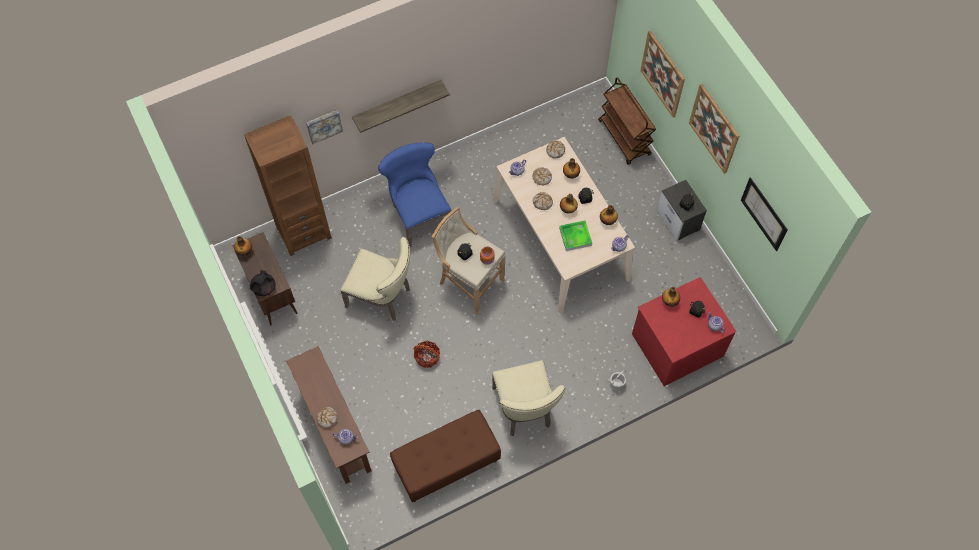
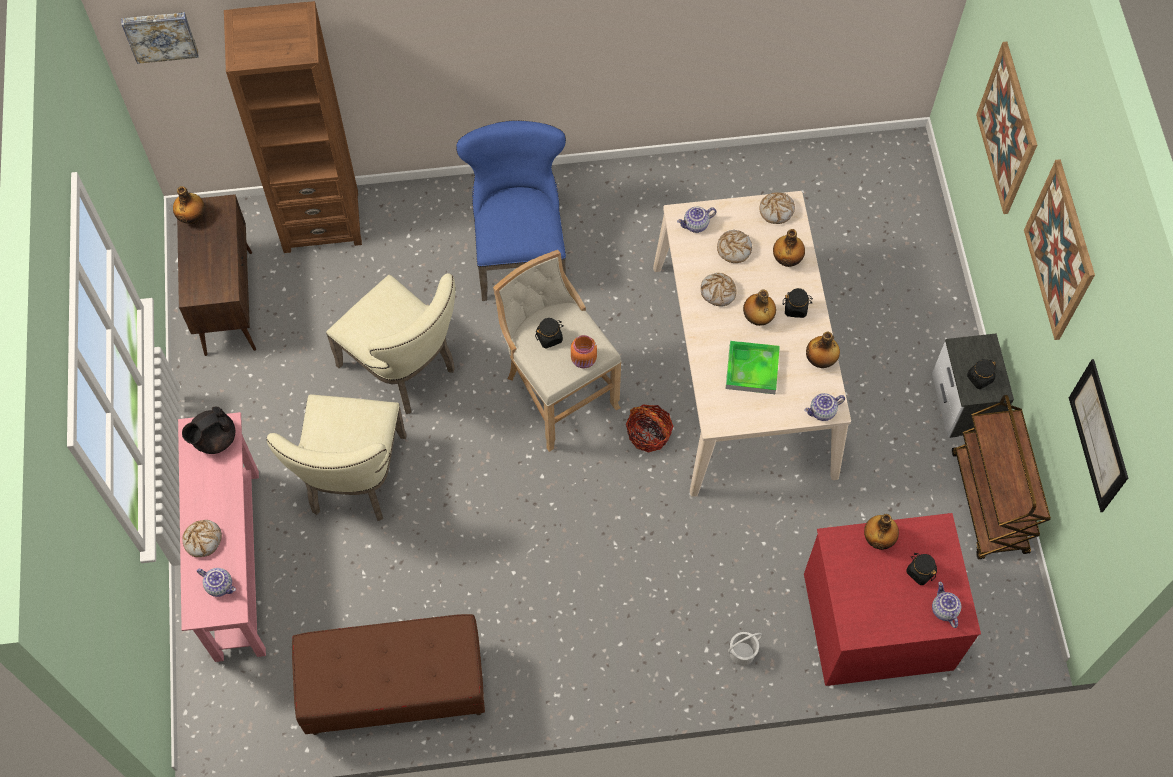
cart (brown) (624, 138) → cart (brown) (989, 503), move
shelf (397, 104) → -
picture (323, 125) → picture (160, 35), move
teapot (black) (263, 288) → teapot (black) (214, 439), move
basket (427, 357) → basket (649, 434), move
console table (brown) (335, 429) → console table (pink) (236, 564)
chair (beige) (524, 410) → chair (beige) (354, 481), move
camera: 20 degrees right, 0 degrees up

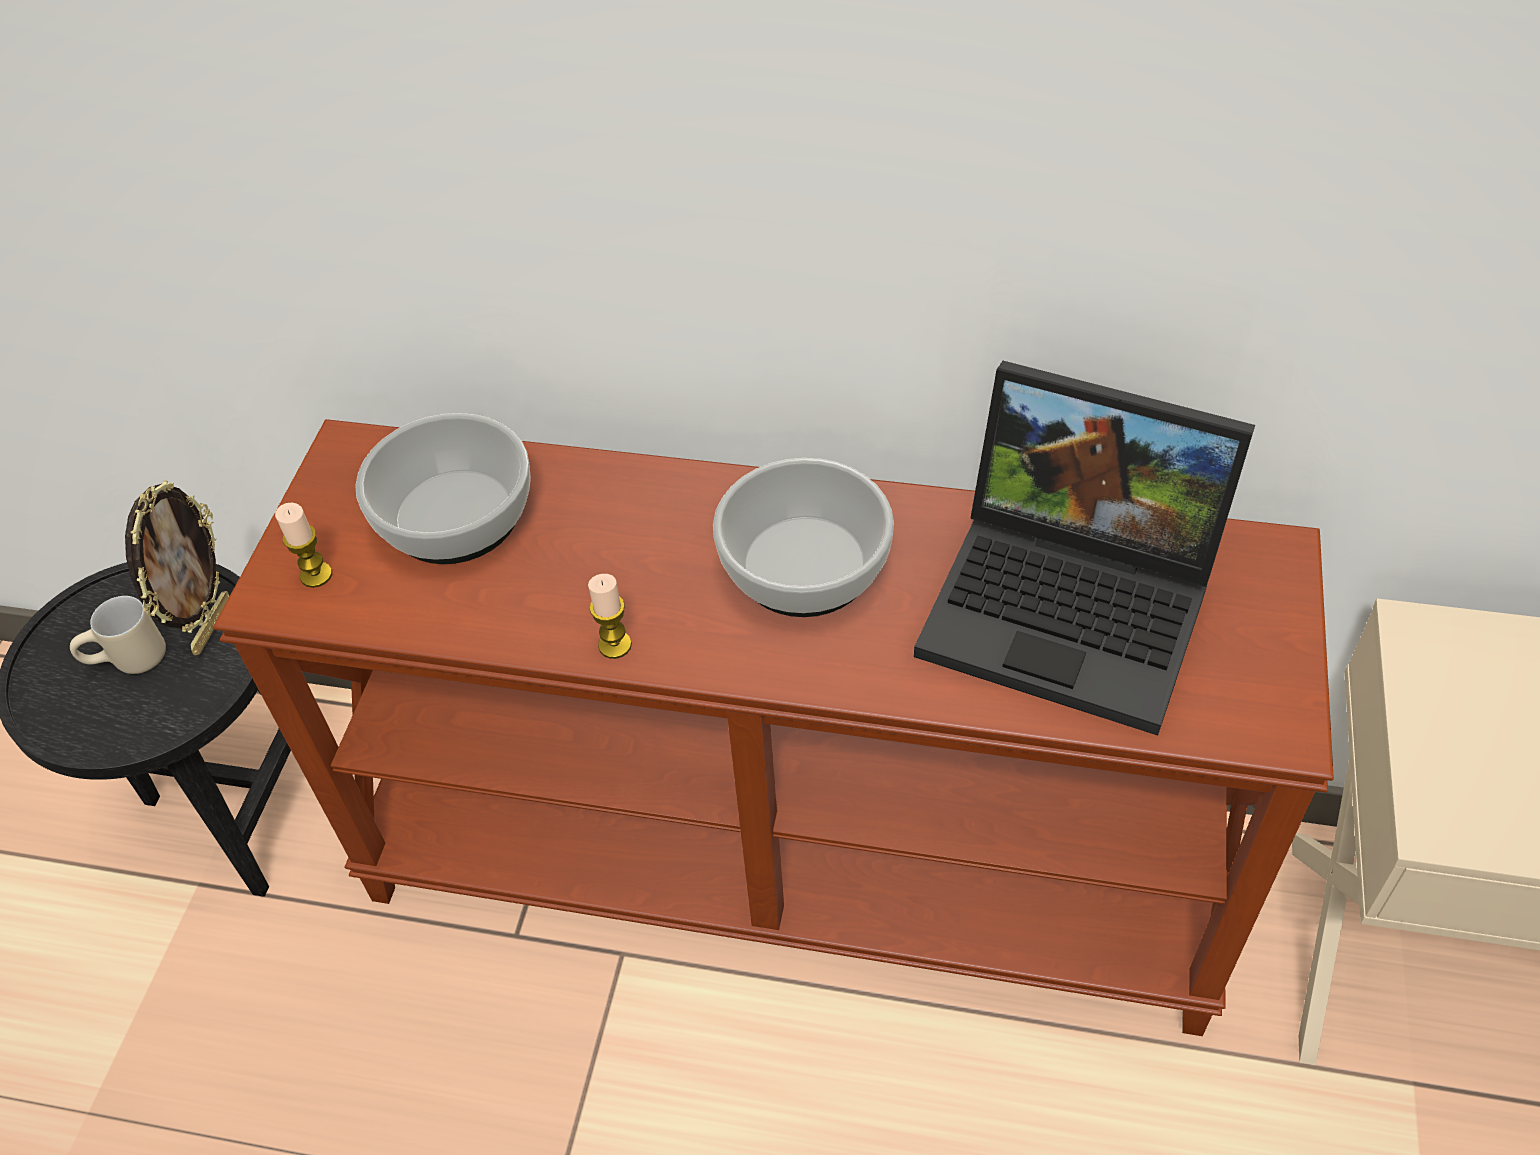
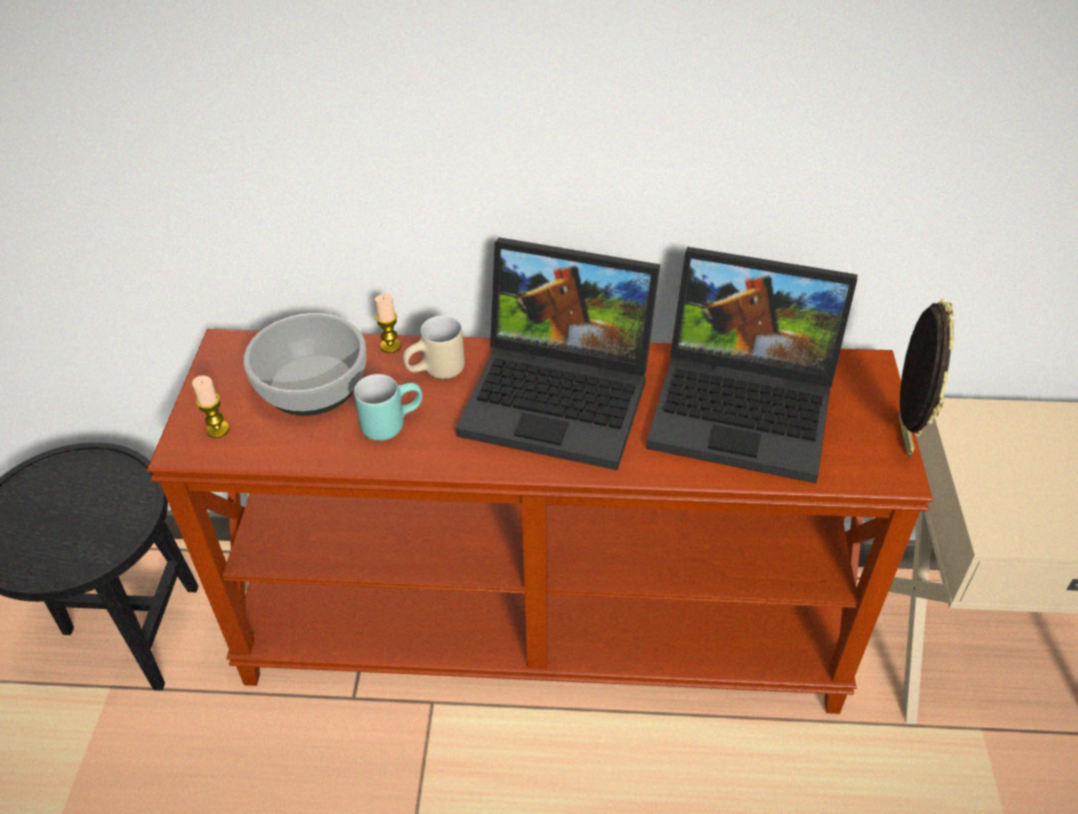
bowl (807, 565) → laptop (563, 397)
picture frame (210, 626) → picture frame (902, 434), move
candle (615, 645) → candle (390, 346), move
mug (beige) (129, 663) → mug (beige) (437, 373), move
- → mug (turquoise) (391, 422)
camera: 10 degrees left, 5 degrees down

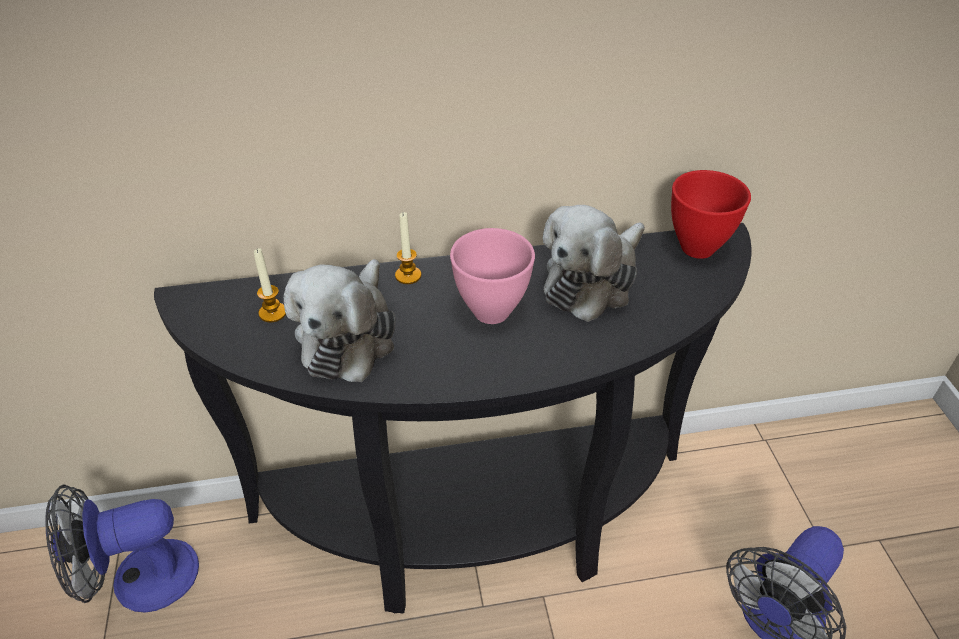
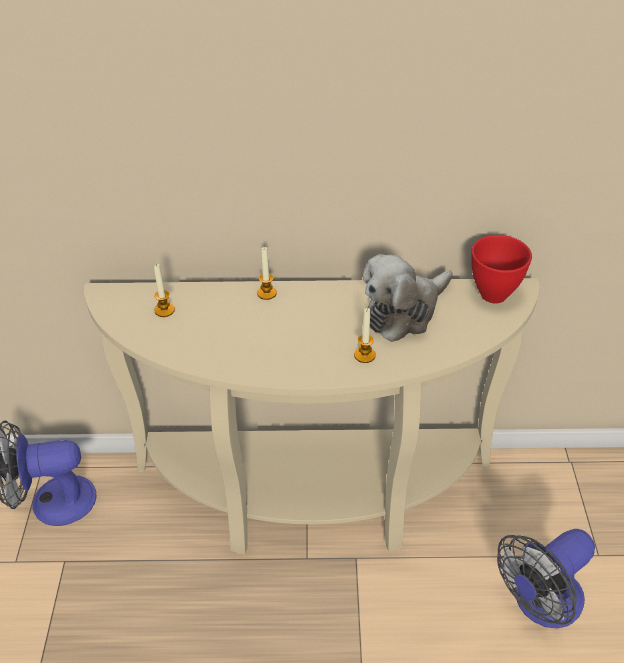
console table (black) (477, 529) → console table (beige) (313, 500)
bowl (pink) (492, 313) → -
plush toy (349, 336) → -
- → candle (364, 355)
camera: 10 degrees right, 0 degrees up

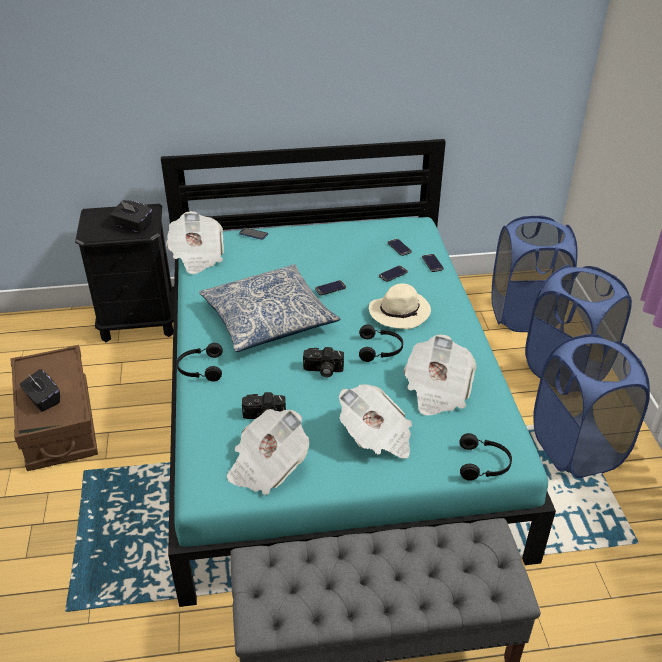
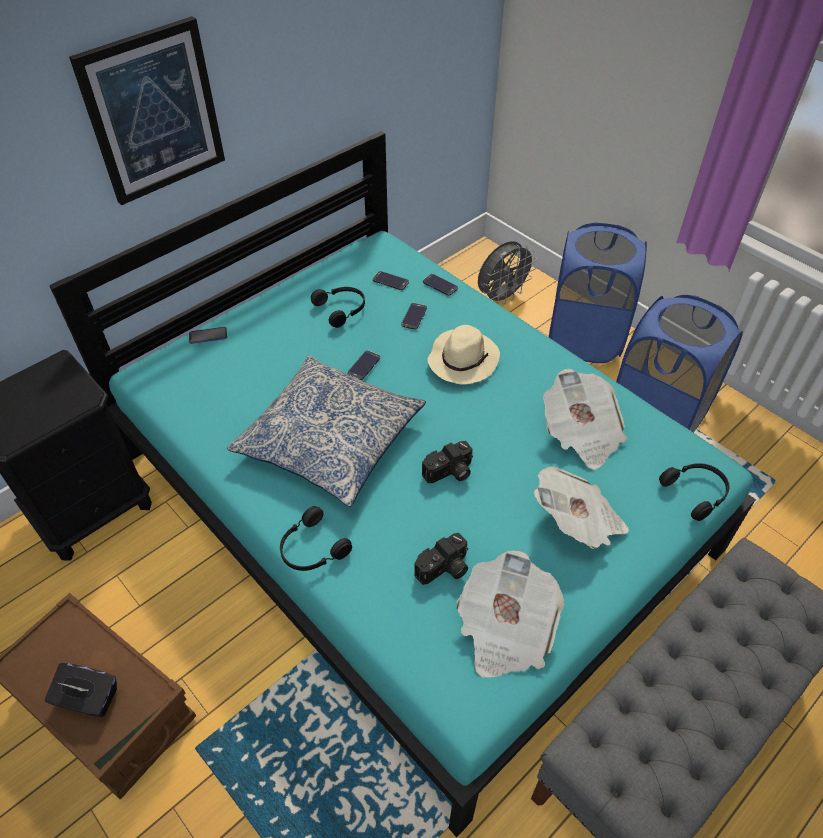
tissue box (black) (133, 226) → -
newspaper (197, 256) → -
laundry basket (blue) (524, 314) → fan (grey) (502, 297)
headphones (black) (380, 349) → headphones (black) (342, 309), move
- → picture (153, 112)
camera: 35 degrees left, 10 degrees up

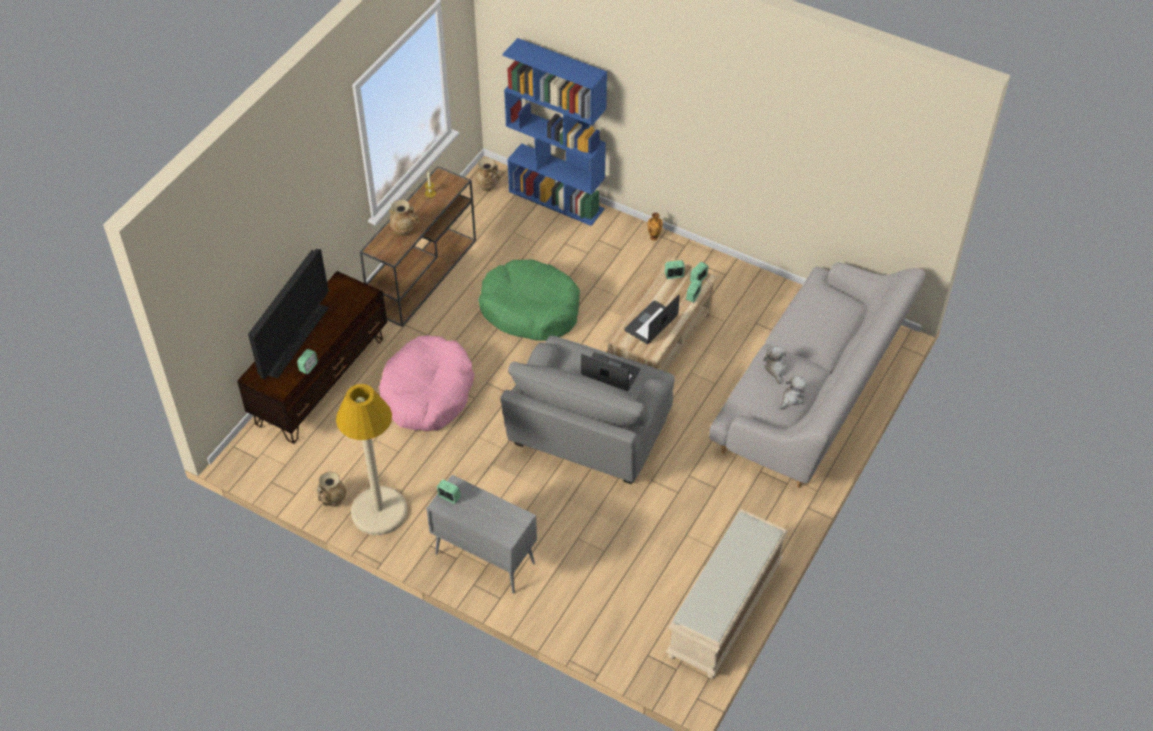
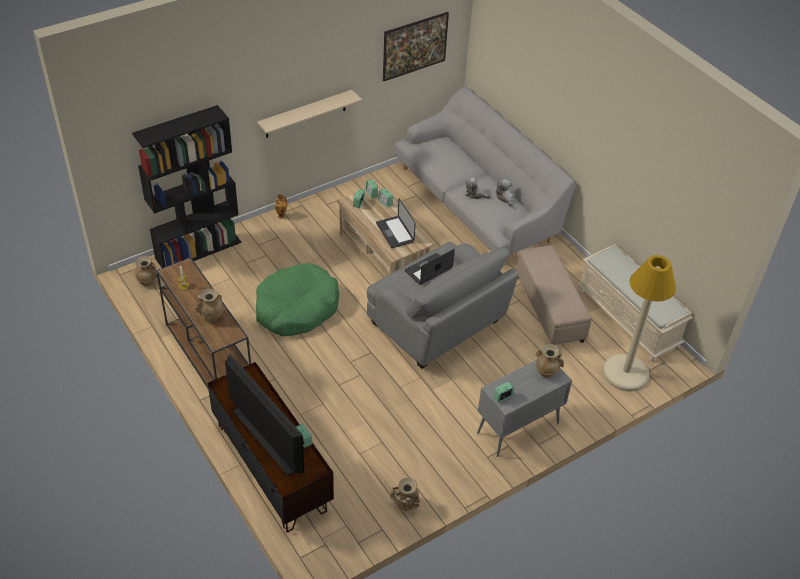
bookcase (blue) (557, 200) → bookcase (black) (198, 249)
dog bed (pink) (428, 393) → -
floor lamp (beige) (379, 511) → floor lamp (beige) (625, 373), move
- → picture (414, 58)
- → shelf (beige) (305, 114)
- → ottoman (beige) (550, 308)
- → vase (beige) (546, 372)
camera: 65 degrees left, 5 degrees down

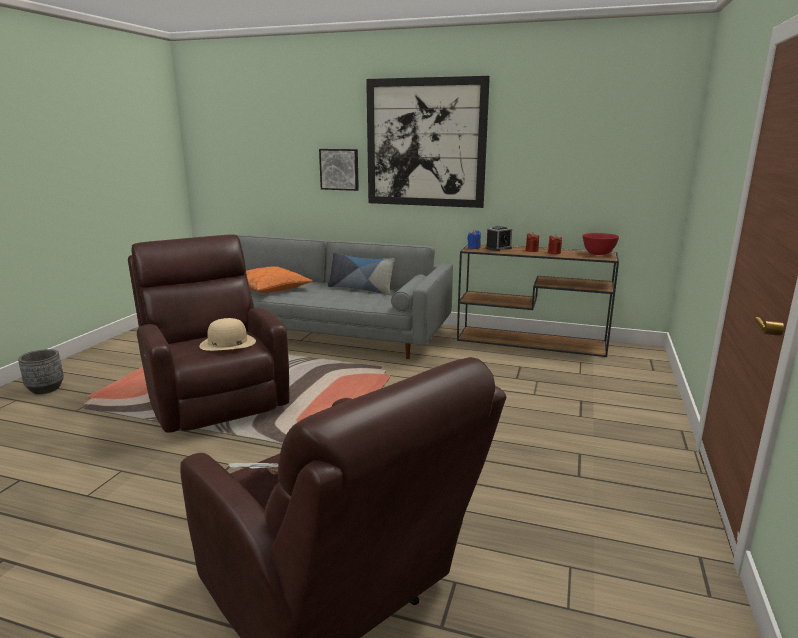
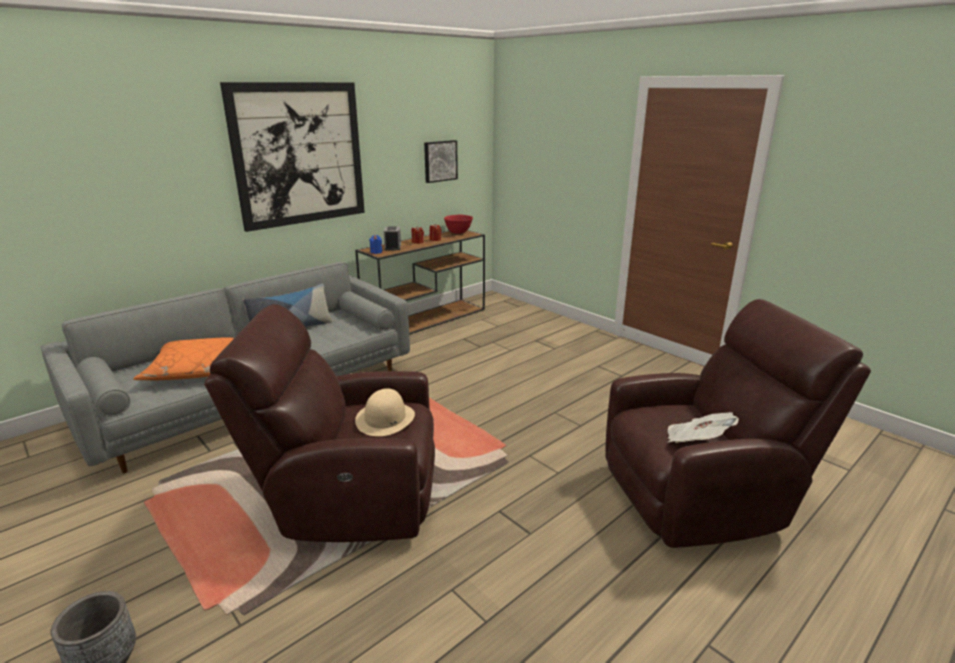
picture (339, 169) → picture (440, 161), move
camera: 60 degrees left, 5 degrees up

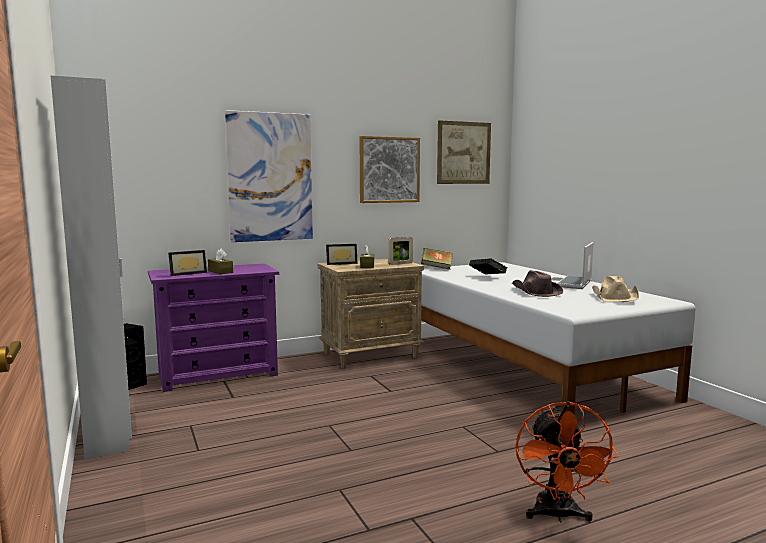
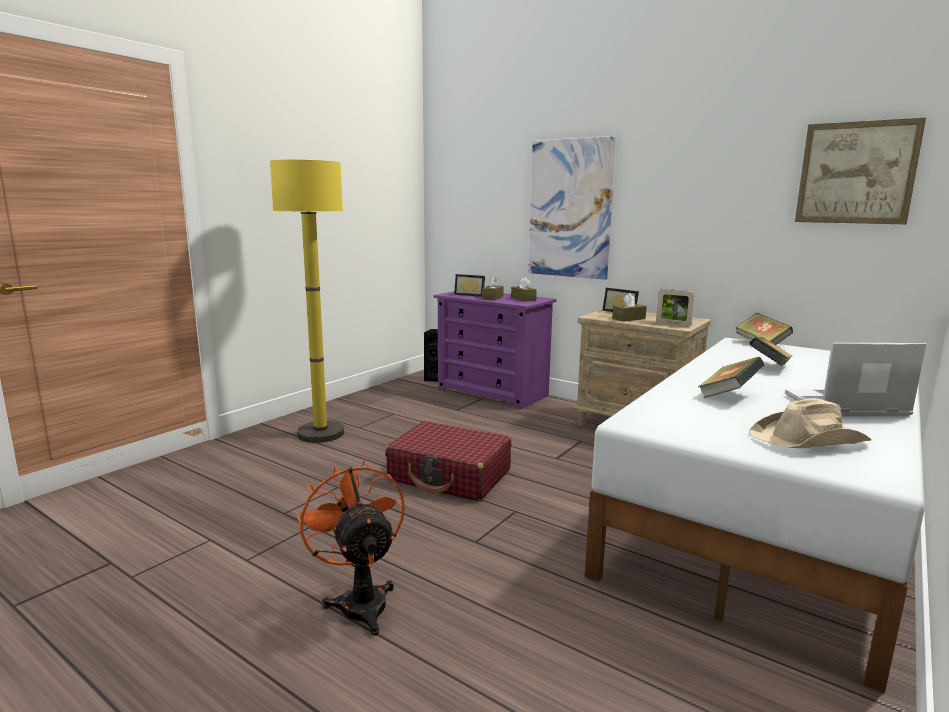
wardrobe (white) (109, 434) → -
picture (389, 170) → -
hat (brown) (536, 292) → book (728, 395)
fan (orange) (557, 515) → fan (orange) (360, 600), 90 degrees clockwise
- → floor lamp (yellow) (320, 434)
- → tissue box (brown) (523, 299)
- → suitcase (red) (450, 475)
camera: 60 degrees right, 5 degrees up

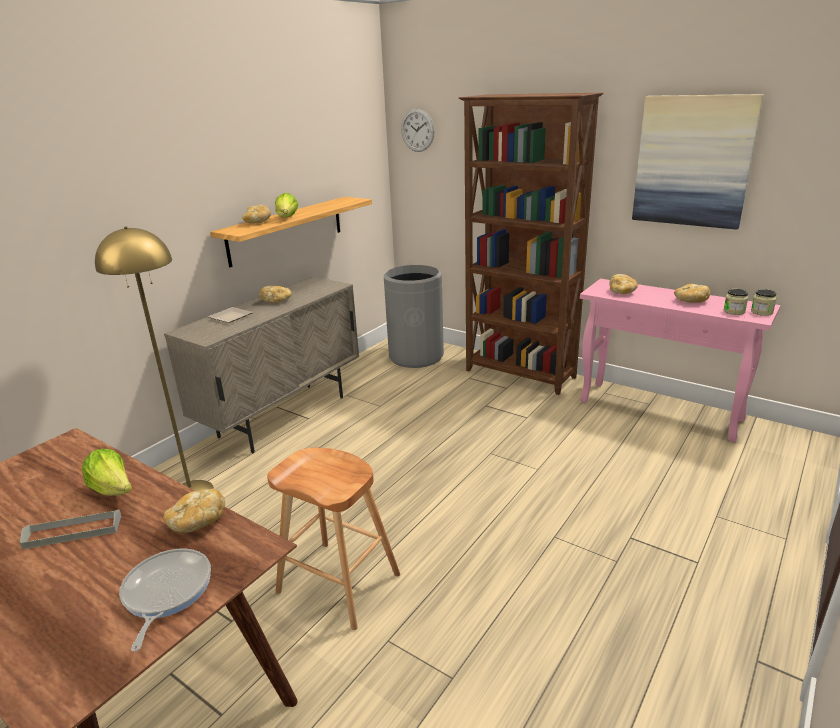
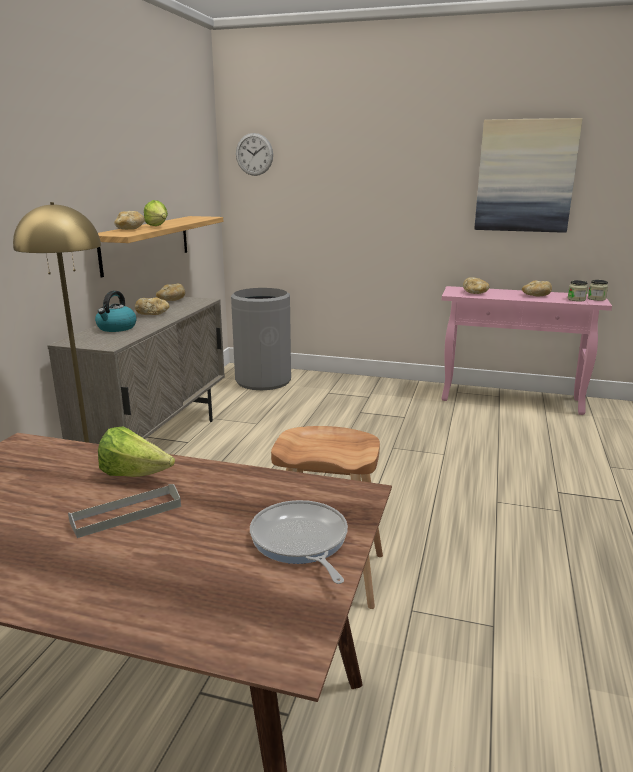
bookcase (brown) (520, 374) → -
plate (232, 317) → kettle (116, 328)
bread (197, 523) → bread (172, 300), move
camera: 20 degrees left, 5 degrees down

